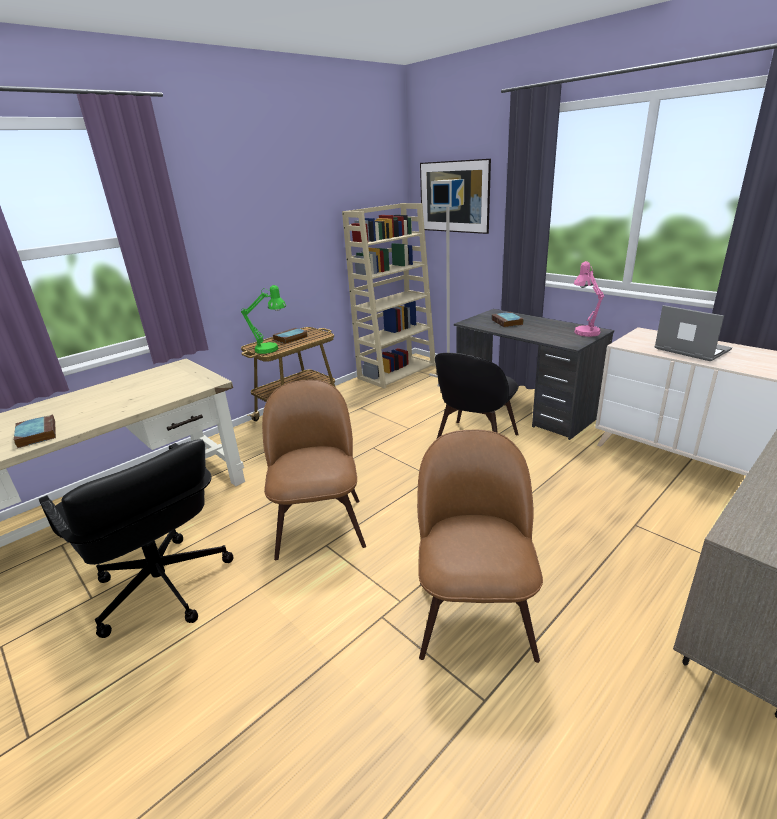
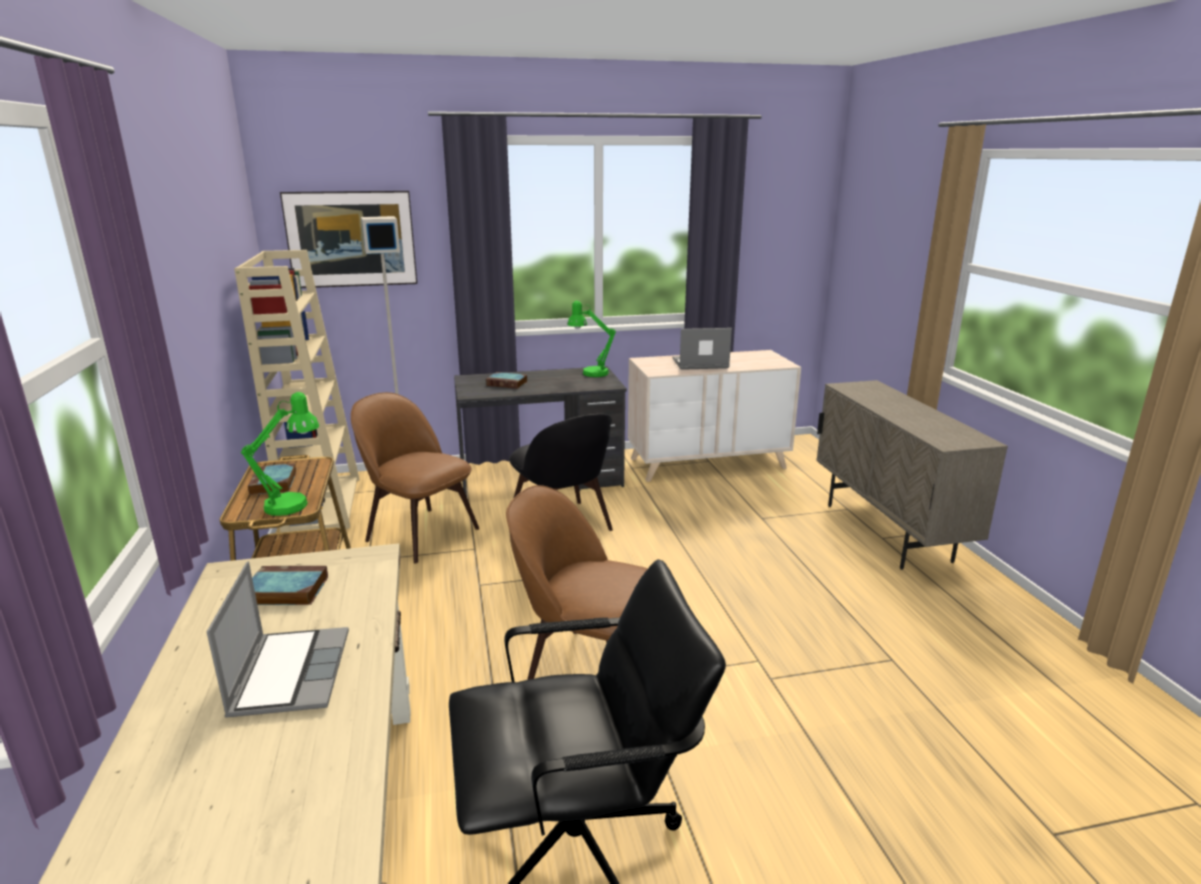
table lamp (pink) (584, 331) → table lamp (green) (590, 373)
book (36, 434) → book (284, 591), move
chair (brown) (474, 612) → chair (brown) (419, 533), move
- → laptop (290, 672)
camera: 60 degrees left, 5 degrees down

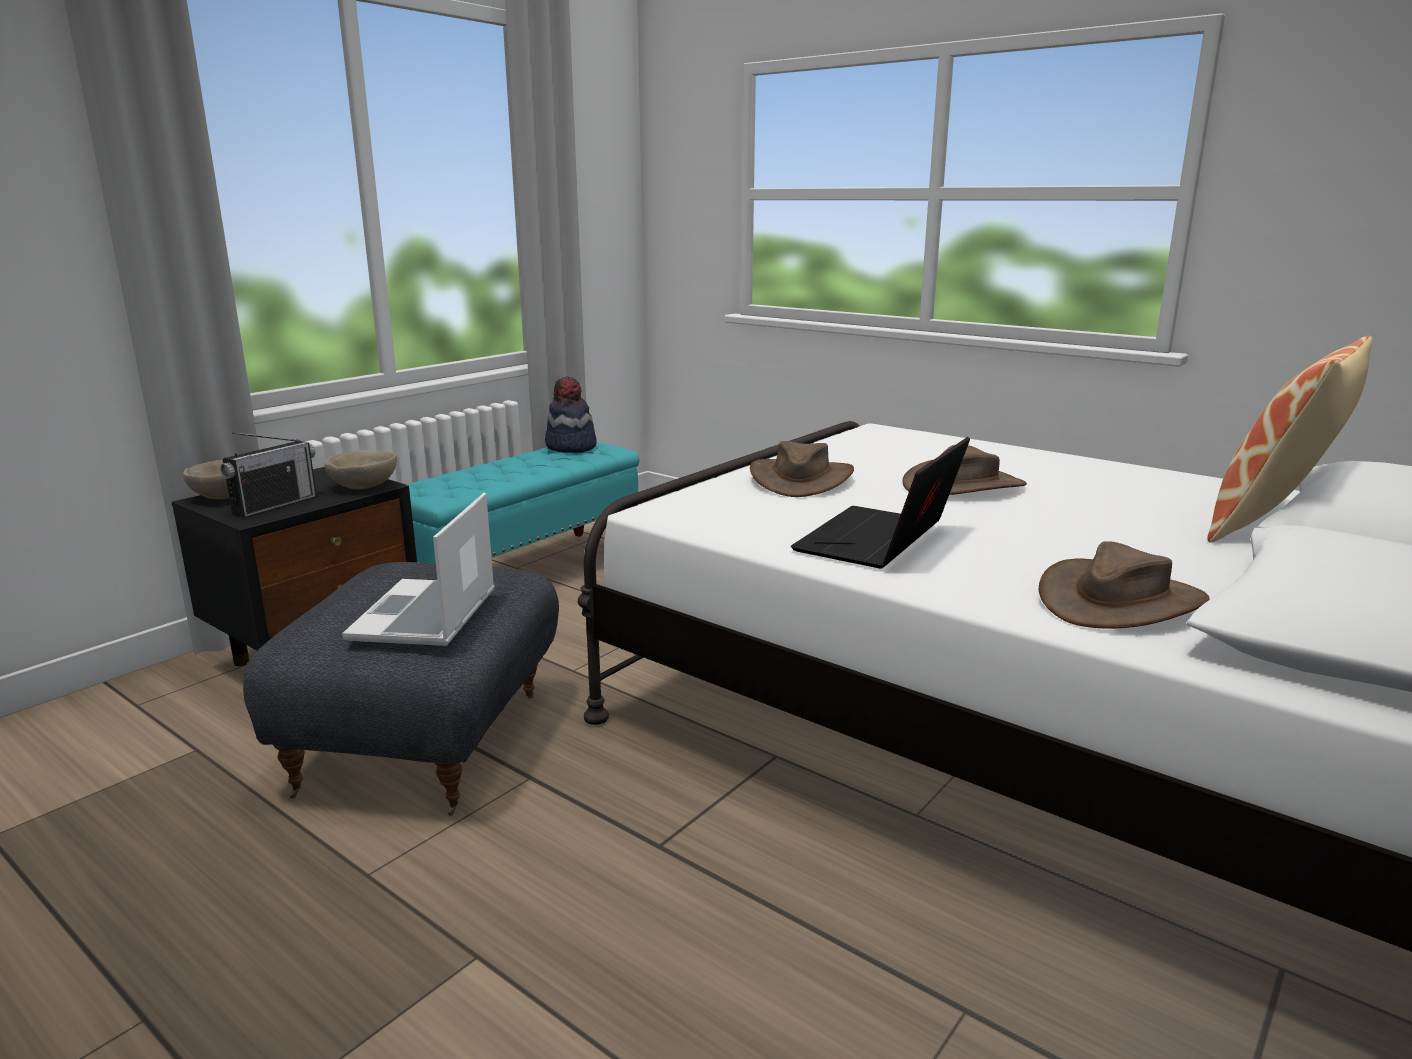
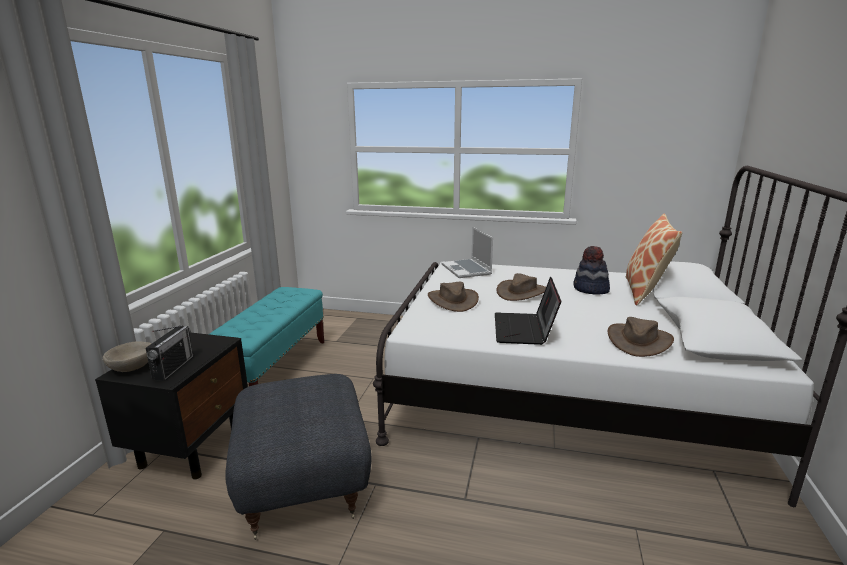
hat (570, 447) → hat (590, 290), move
bowl (beige) (364, 486) → -
laptop (426, 616) → laptop (467, 270), move
camera: 25 degrees left, 0 degrees up

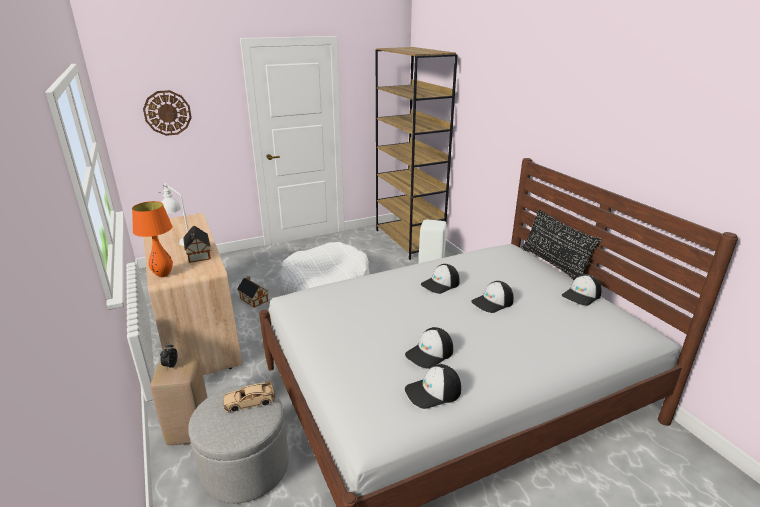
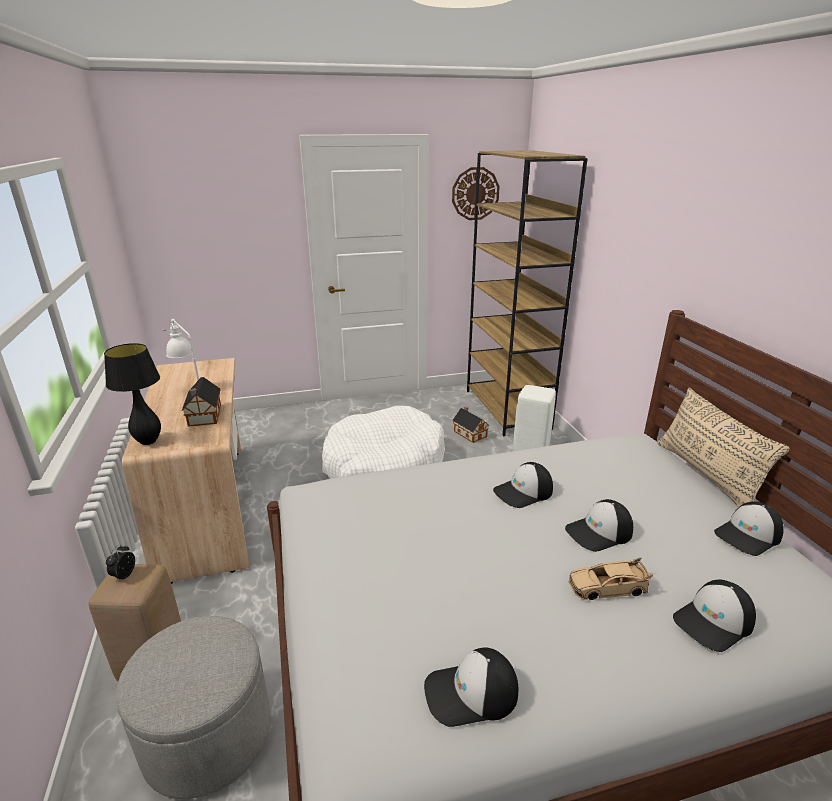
wall clock (167, 113) → wall clock (475, 193), move
table lamp (orange) (163, 275) → table lamp (black) (148, 442)
pillow (black) (553, 264) → pillow (beige) (706, 475)
toy house (253, 299) → toy house (469, 433), move
cap (430, 353) → cap (714, 622), move
toy car (beige) (250, 401) → toy car (beige) (607, 587), move
camera: 10 degrees right, 0 degrees up

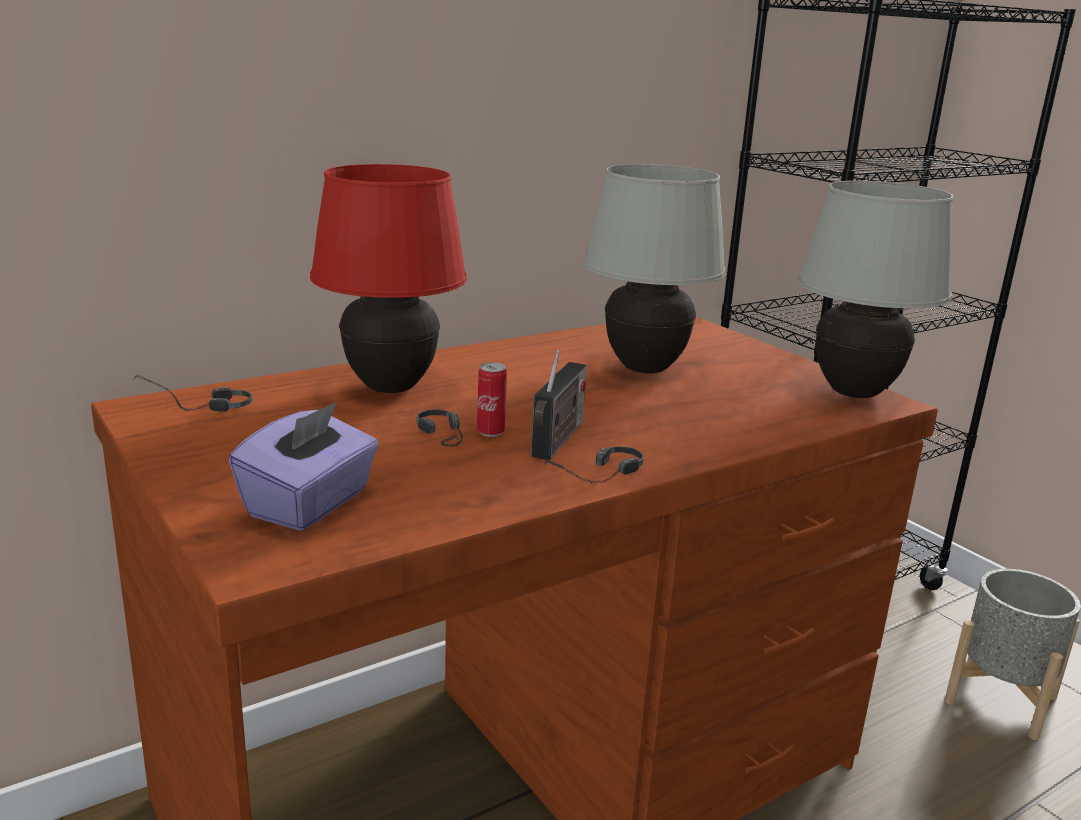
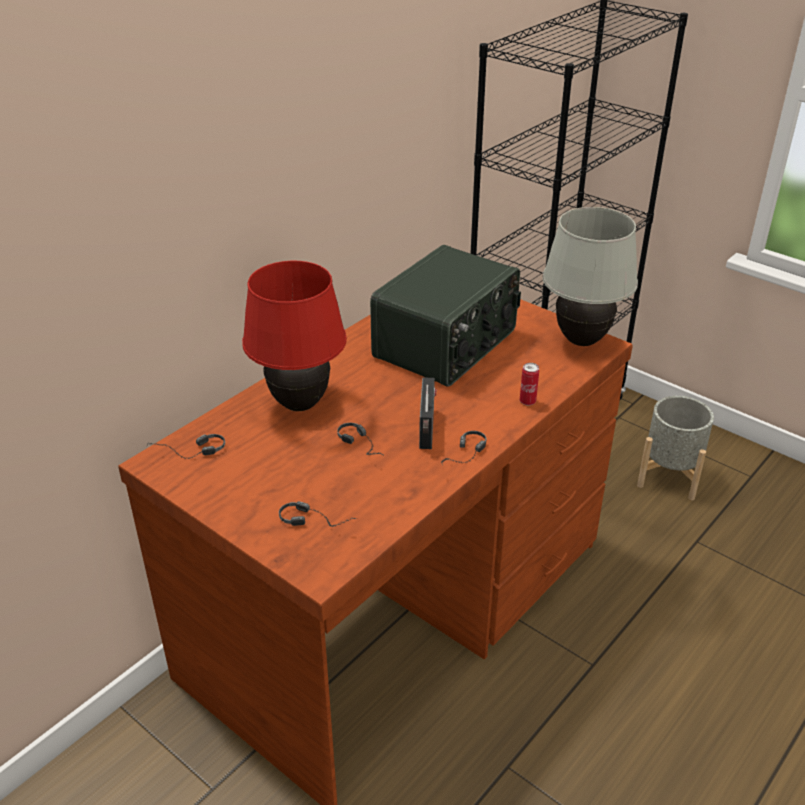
table lamp (white) (644, 369) → radio (447, 344)
can (490, 432) → can (527, 401), move
tissue box (purple) (310, 504) → headphones (319, 520)
camera: 15 degrees left, 15 degrees up

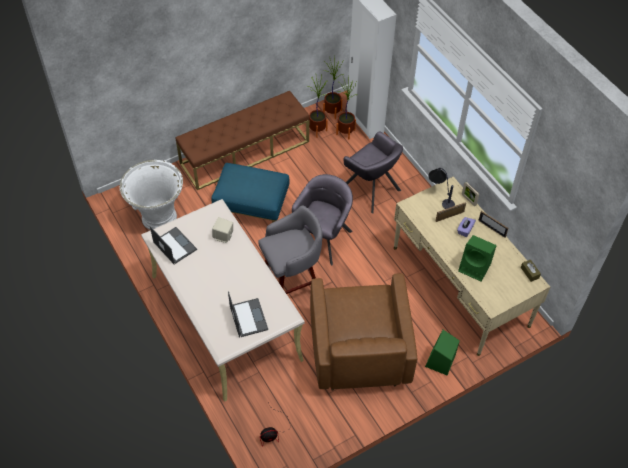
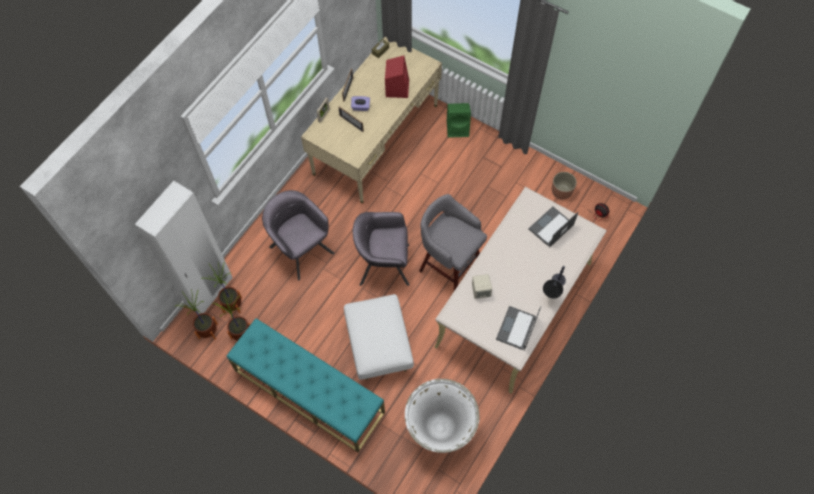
bench (brown) (245, 152) → bench (turquoise) (309, 391)
armchair (grey) (370, 189) → armchair (grey) (301, 249), 60 degrees counterclockwise
ottoman (blue) (252, 207) → ottoman (white) (378, 346)
table lamp (439, 196) → table lamp (552, 292), move
speaker (green) (475, 267) → speaker (red) (397, 87)
armchair (brown) (359, 351) → -
- → planter (561, 191)
camera: 115 degrees left, 10 degrees up

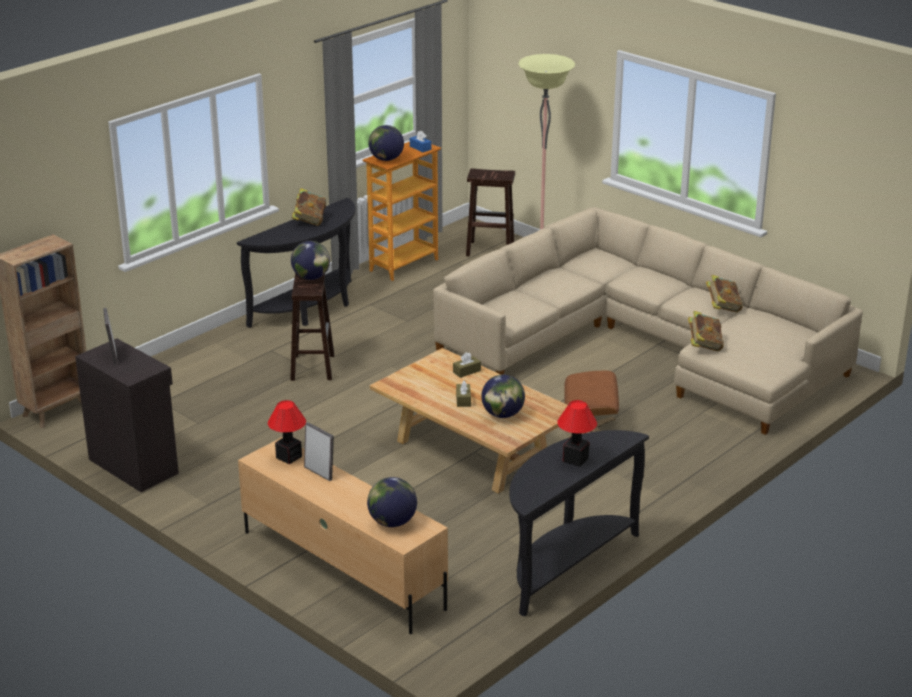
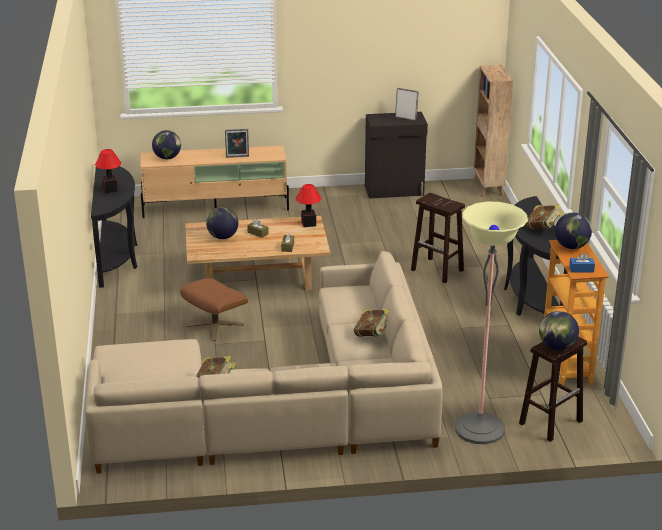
globe (311, 277) → globe (557, 347), move
book (704, 345) → book (373, 335), move
table lamp (288, 457) → table lamp (308, 223), move
camera: 130 degrees right, 0 degrees up

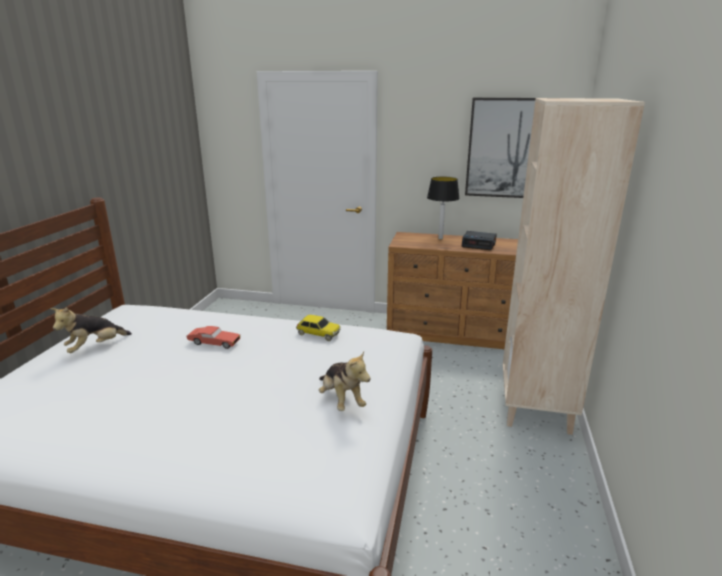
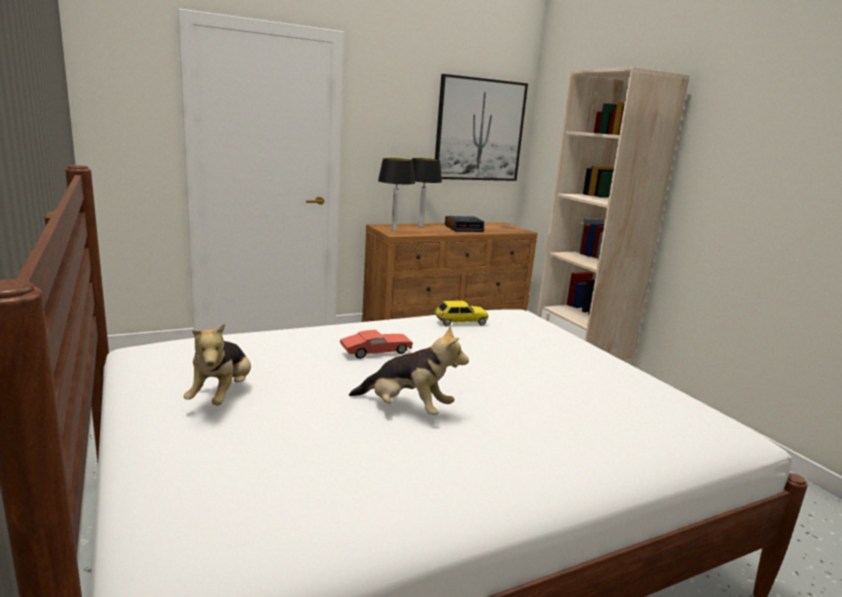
plush toy (341, 400) → plush toy (406, 409), move
- → table lamp (394, 230)
camera: 40 degrees left, 5 degrees down

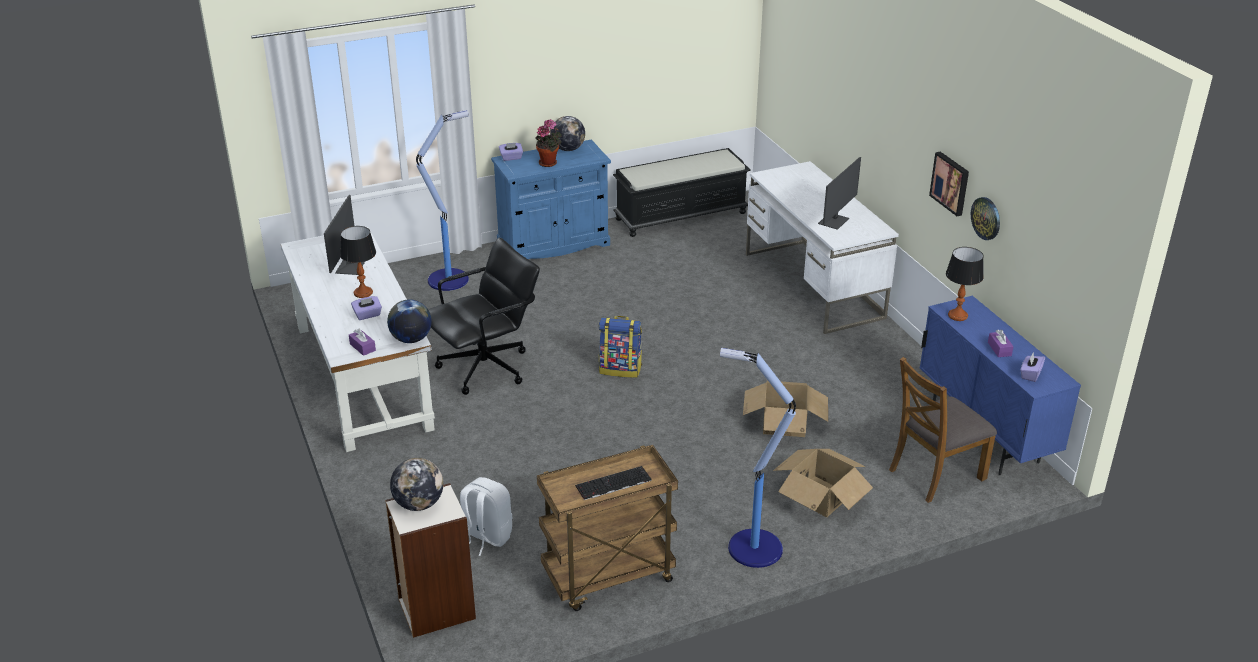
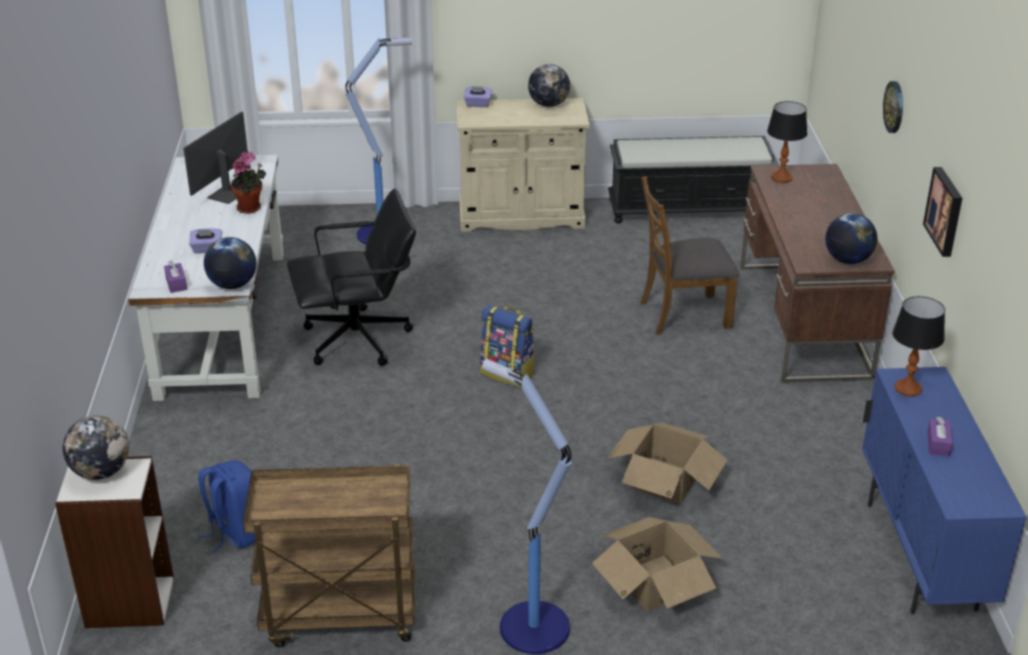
potted plant (549, 163) → potted plant (251, 208), move
cabinet (blue) (553, 244) → cabinet (beige) (521, 216)
monitor (834, 221) → -
desk (white) (813, 286) → desk (brown) (803, 321)
wall clock (986, 218) → wall clock (894, 107), move
table lamp (363, 293) → table lamp (781, 178), move
tissue box (purple) (1030, 374) → -
chair (brown) (935, 474) → chair (brown) (683, 314), move
keyboard (613, 484) → -
backpack (white) (485, 536) → backpack (blue) (235, 532)
- → globe (847, 260)
camera: 20 degrees right, 0 degrees up

